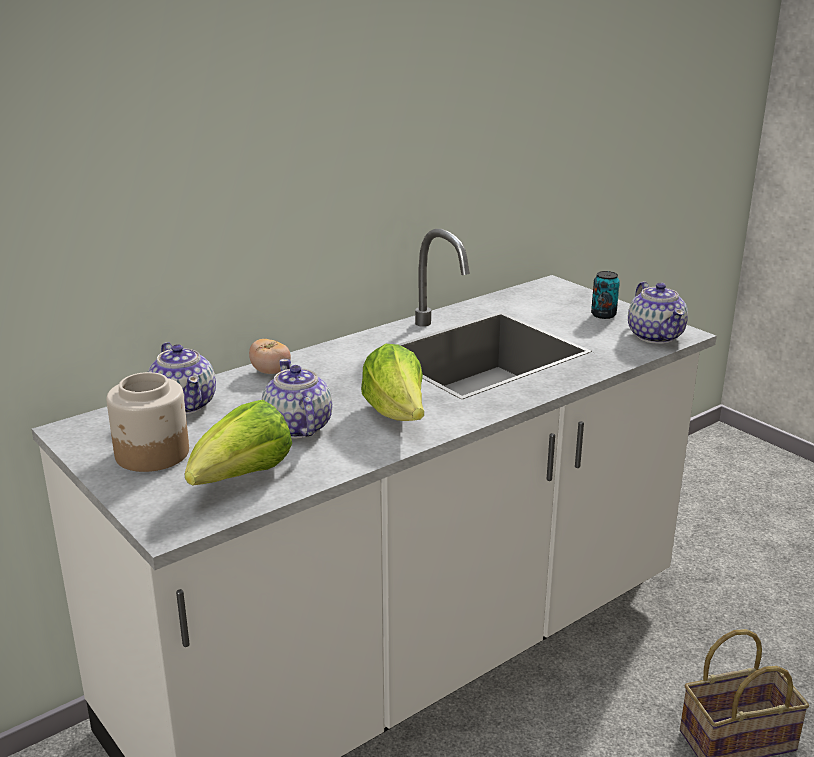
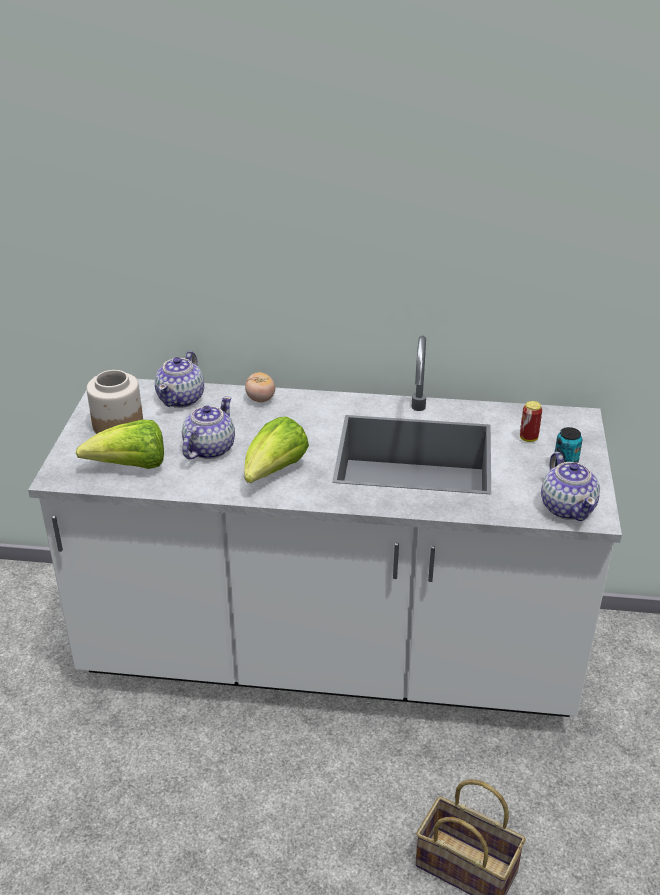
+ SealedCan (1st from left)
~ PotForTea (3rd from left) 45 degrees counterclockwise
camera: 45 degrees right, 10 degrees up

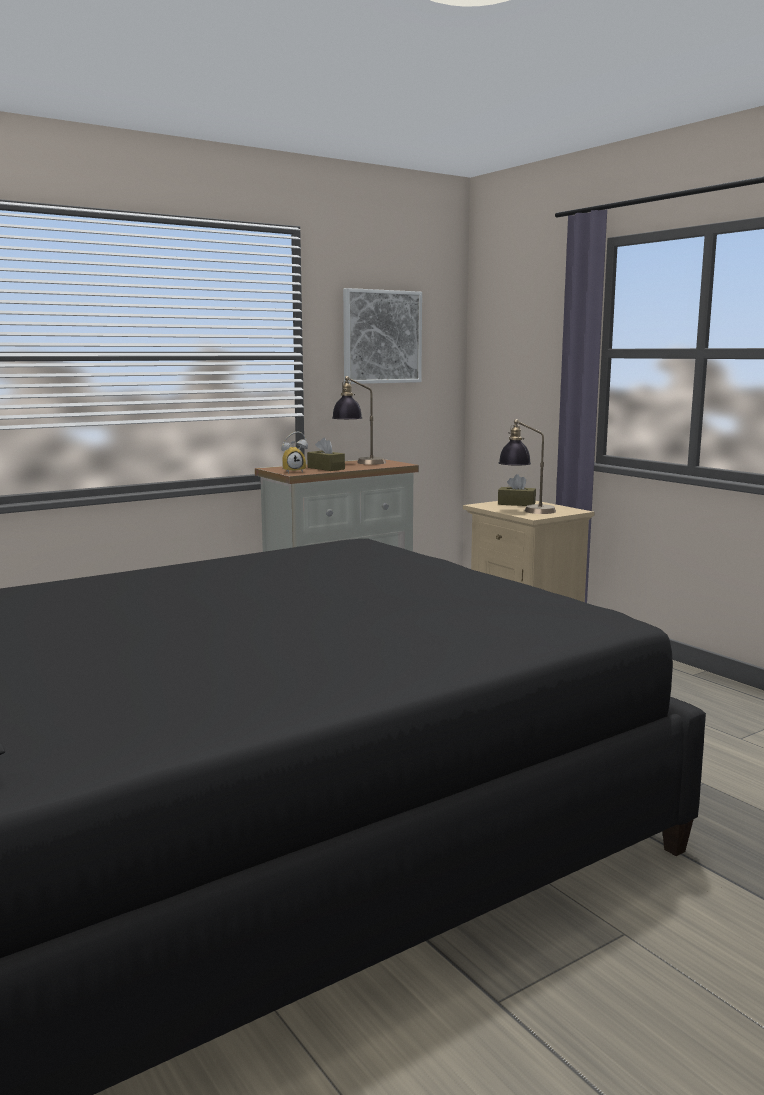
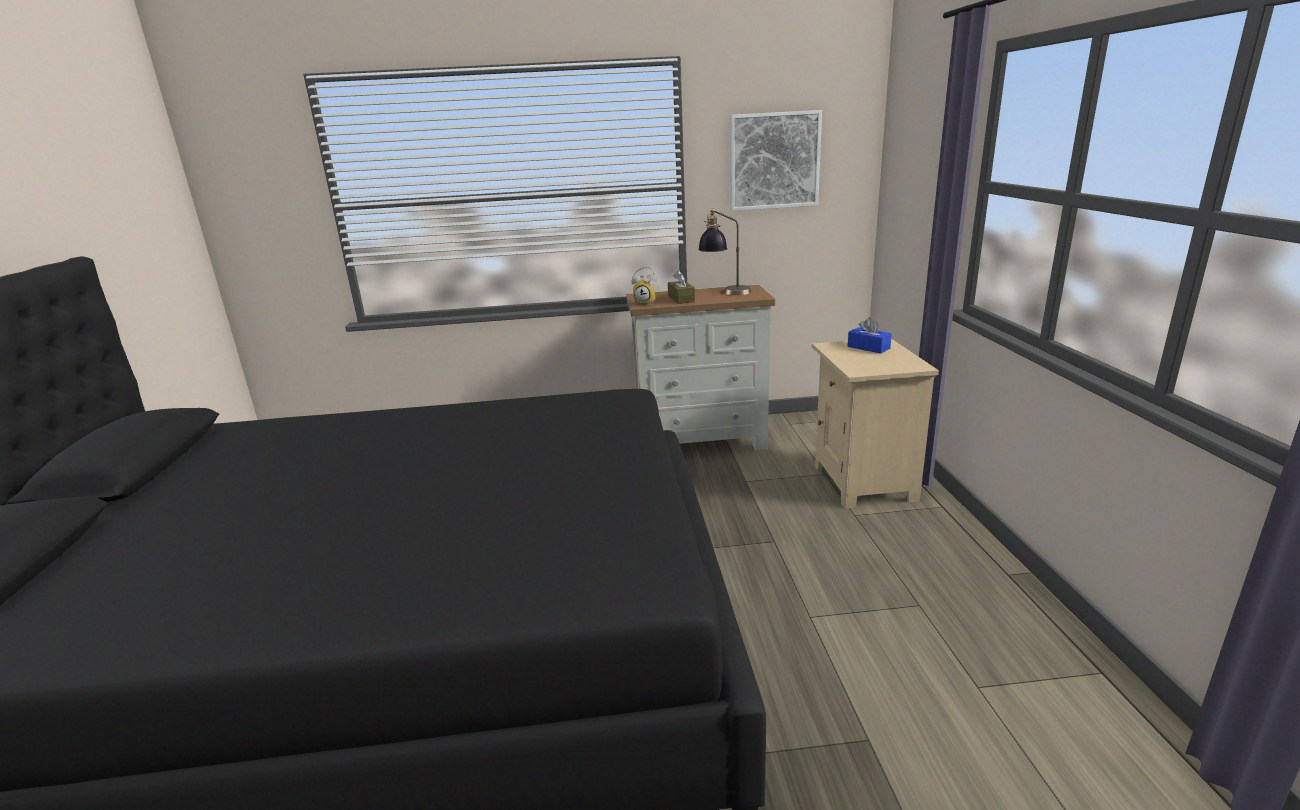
~ BrownTissueHolder (2nd from left) to BlueTissueHolder
- TableLamp (2nd from left)
camera: 30 degrees right, 10 degrees up

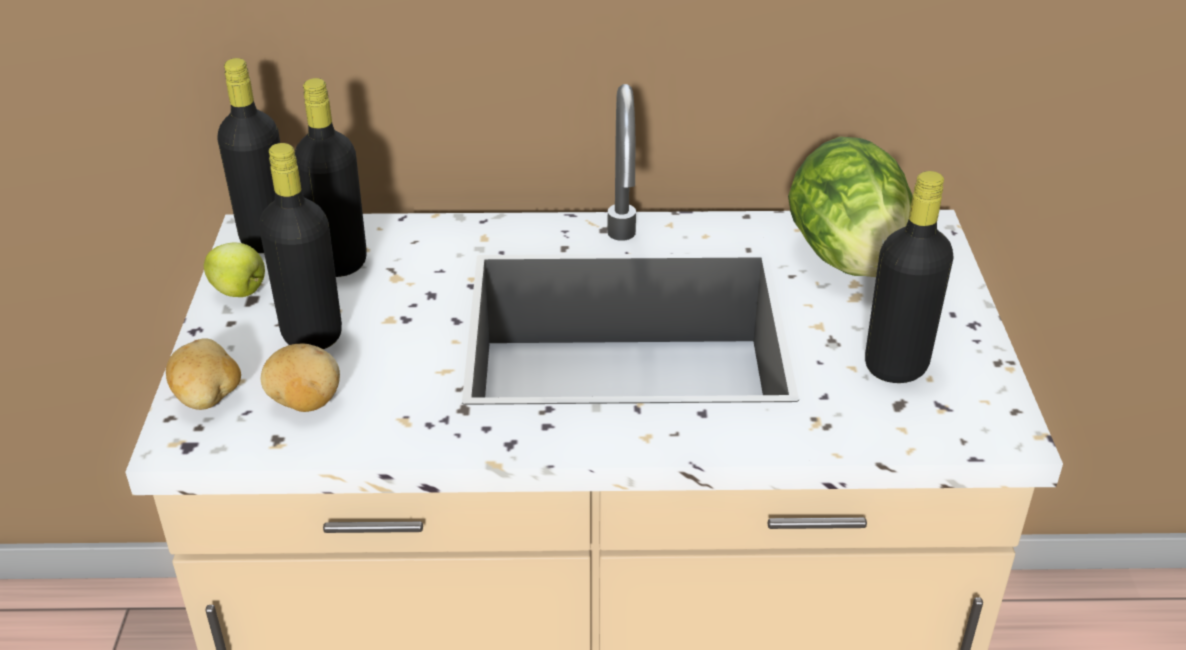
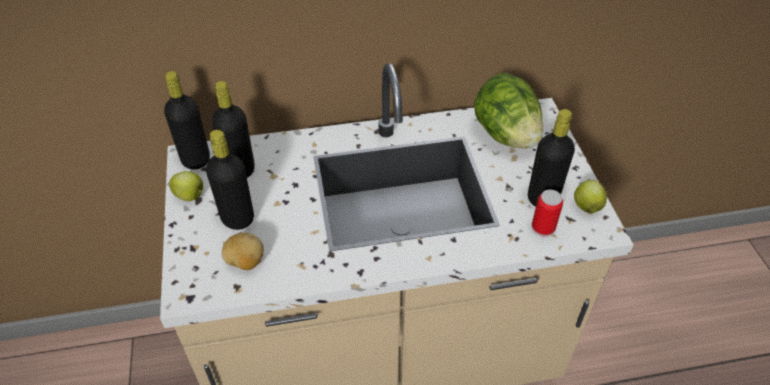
+ SealedCan
+ Apple (2nd from left)
- Spud (1st from left)
camera: 10 degrees left, 10 degrees up

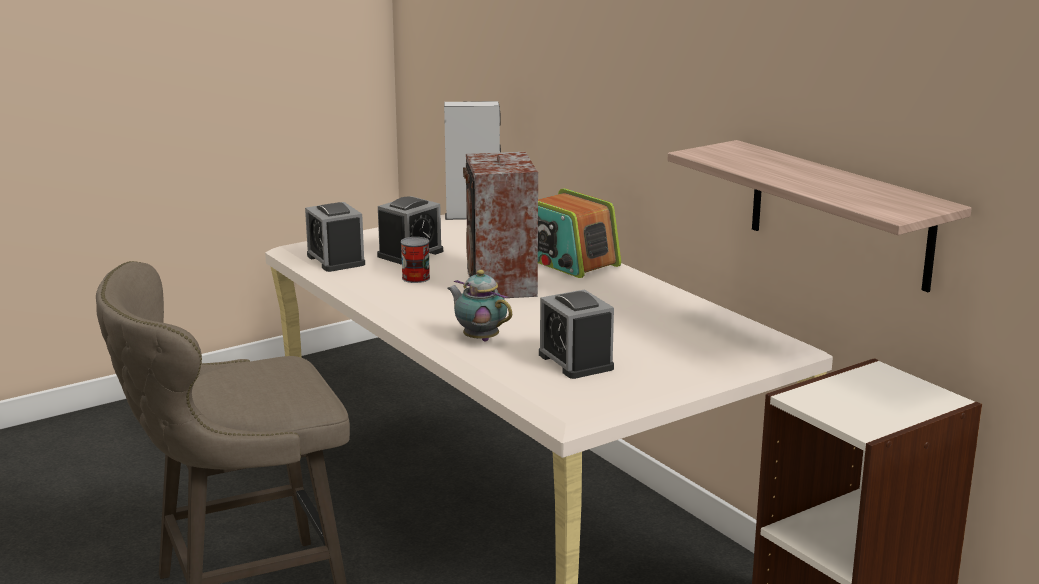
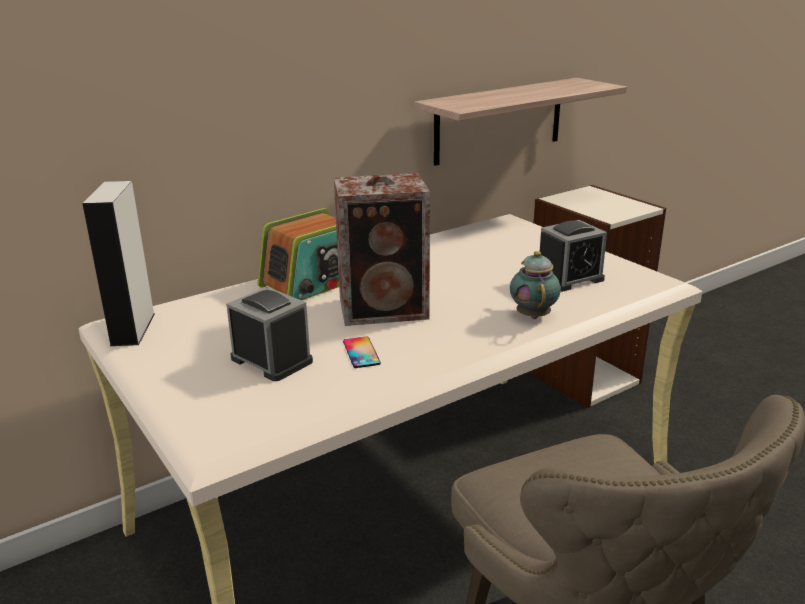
~ SealedCan to Telephone
~ PotForTea 135 degrees clockwise
- AlarmClock (1st from left)
camera: 90 degrees left, 5 degrees up

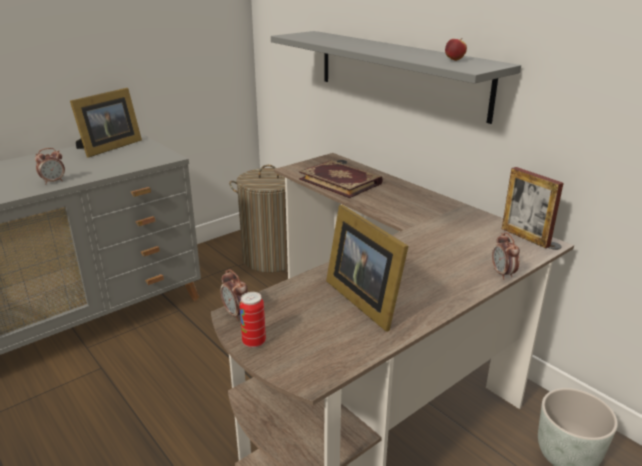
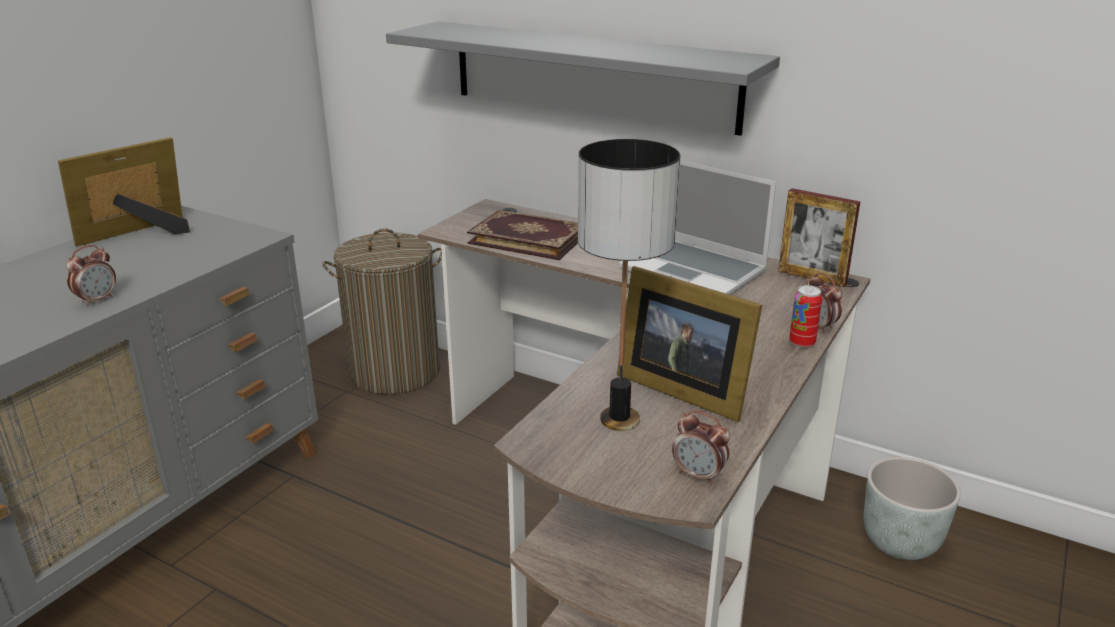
~ PhotoFrame (1st from left) 150 degrees counterclockwise
+ TableLamp
+ Laptop
~ AlarmClock (2nd from left)
~ SealedCan
- Apple
camera: 20 degrees left, 0 degrees up

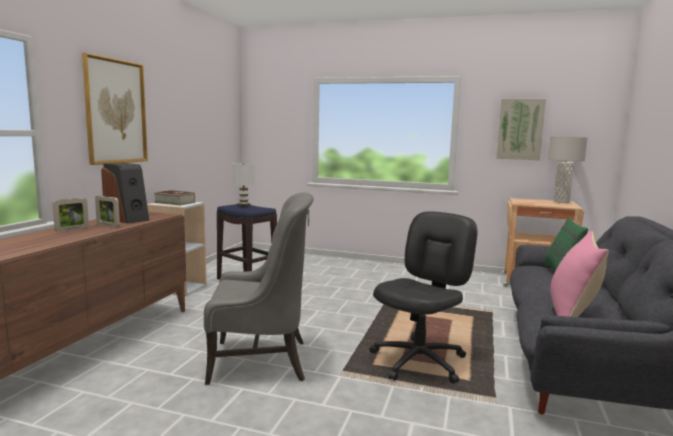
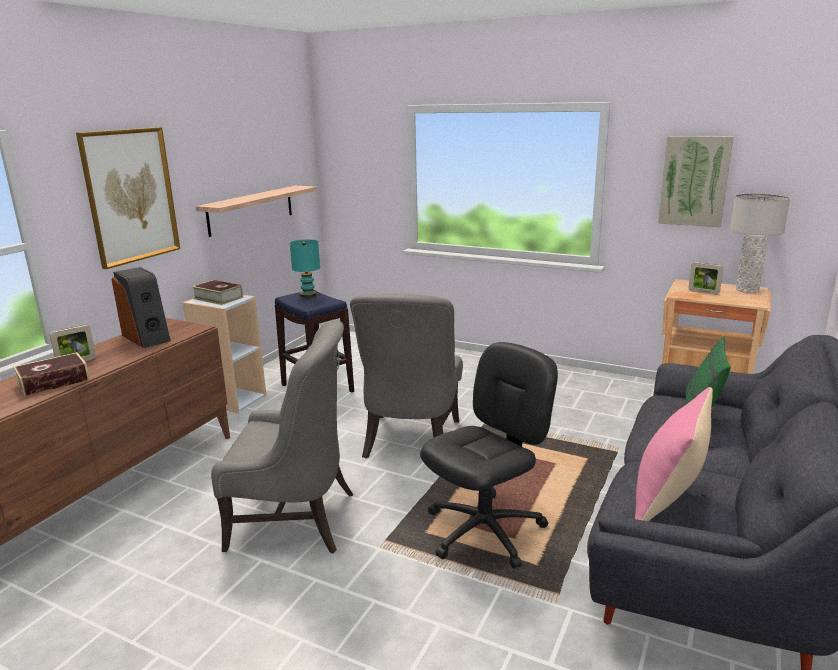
+ Volume (1st from left)
+ WallShelf
~ WhiteTableLamp (1st from left) to TurquoiseColouredTableLamp
+ GreyishUprightChair (2nd from left)
~ PhotoFrame (2nd from left)
camera: 10 degrees right, 10 degrees up

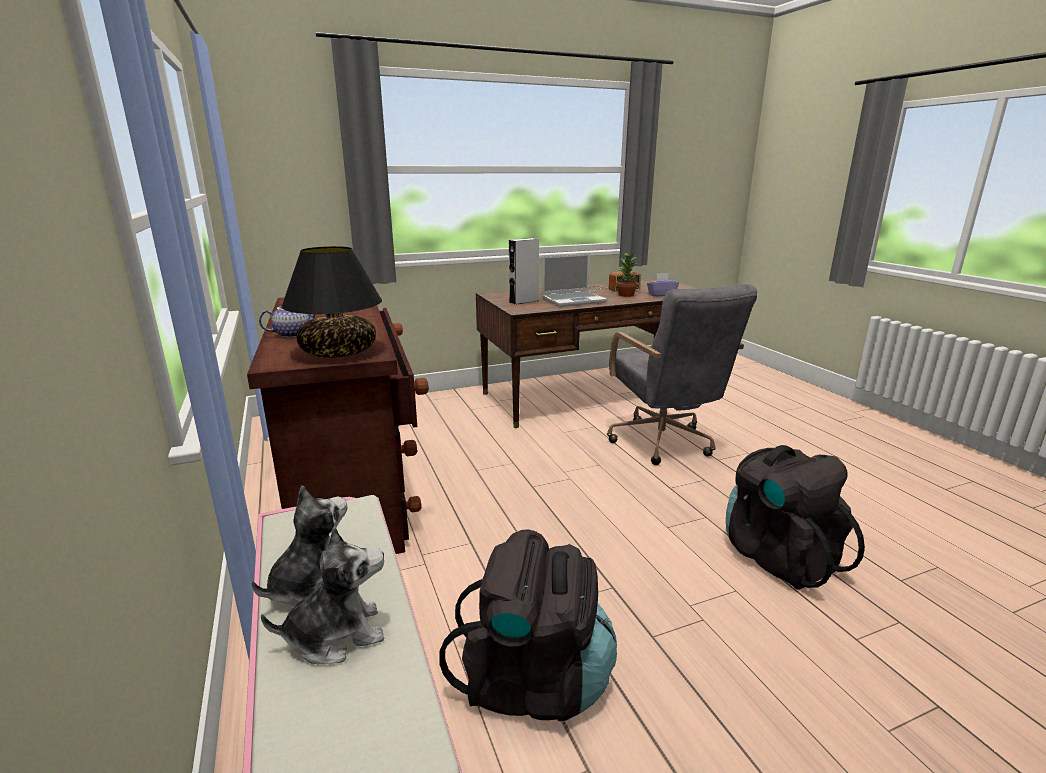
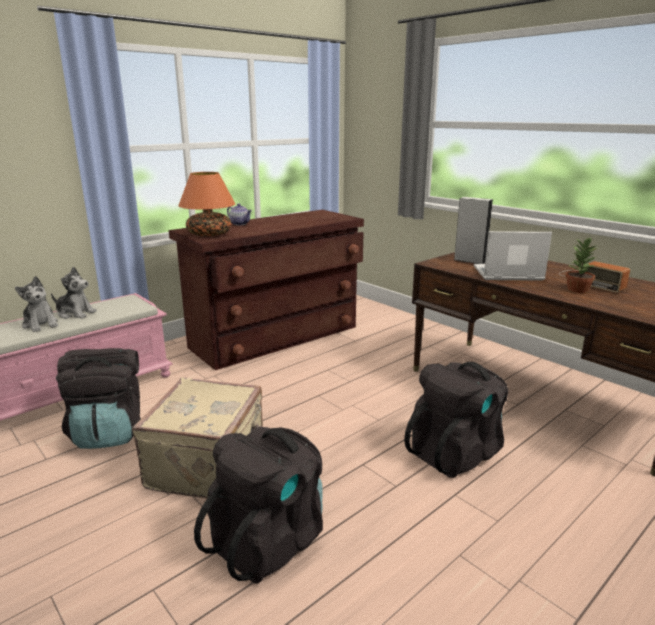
+ SandColouredSuitcase
~ BlackTableLamp to OrangeyTableLamp
~ GreyishOfficeChair to BlackBackpack (3rd from left)
~ Laptop 135 degrees clockwise
- PurpleTissueHolder
camera: 70 degrees right, 0 degrees up

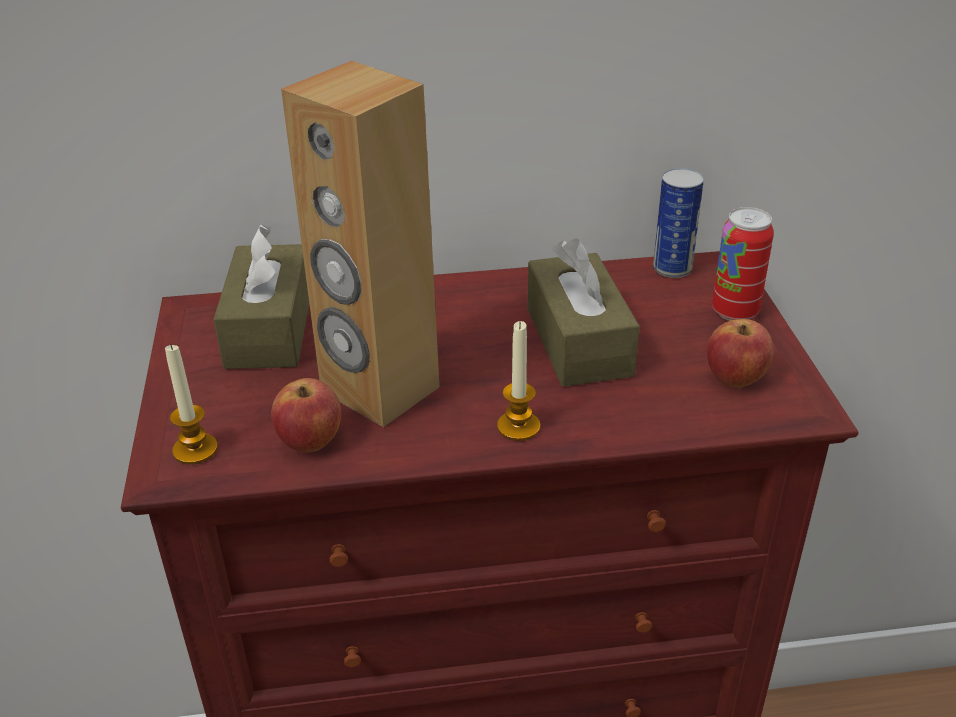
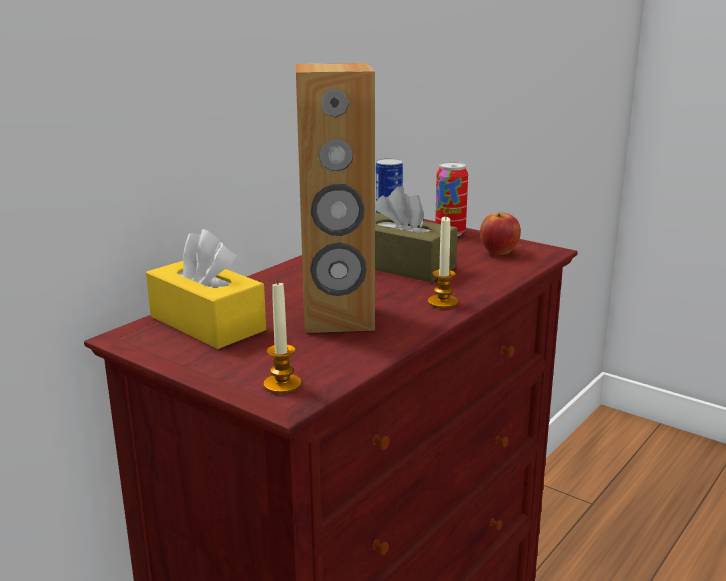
~ BrownTissueHolder (1st from left) to YellowColouredTissueHolder
- Apple (1st from left)
camera: 45 degrees left, 15 degrees down

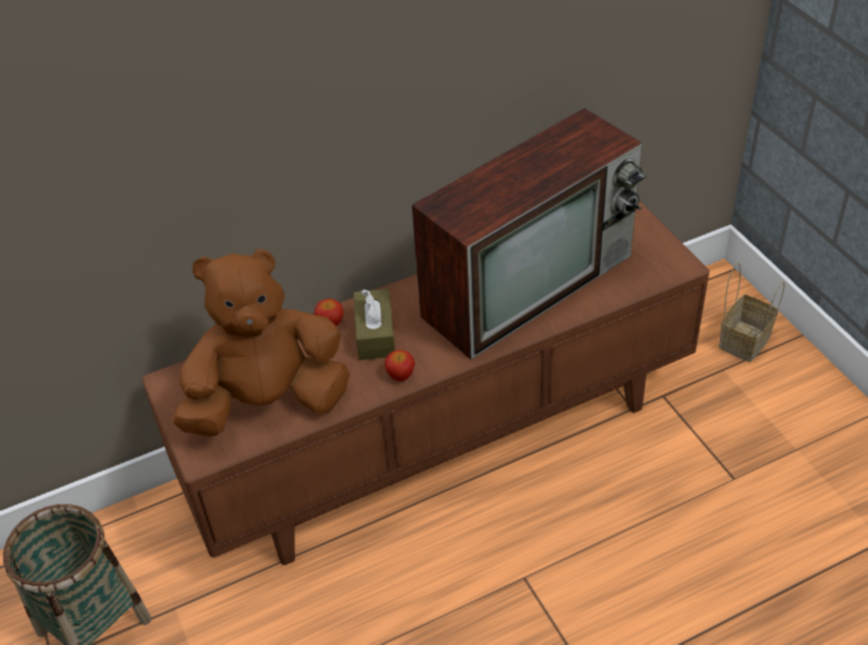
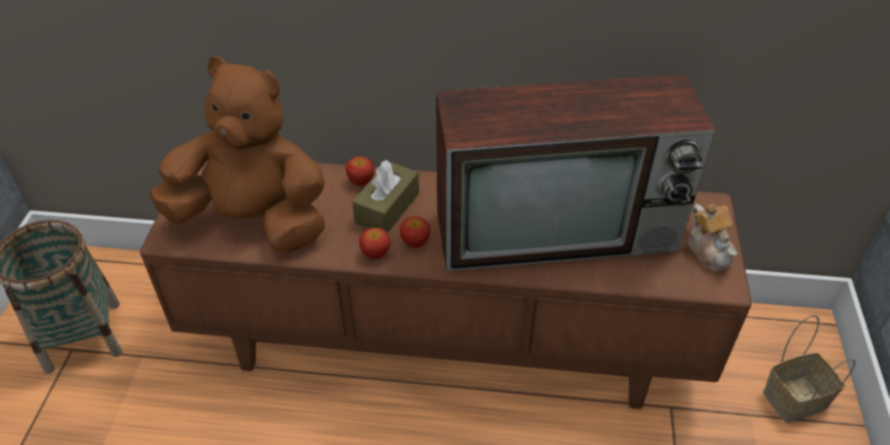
+ Apple (3rd from left)
+ PotForTea
camera: 30 degrees right, 0 degrees up

